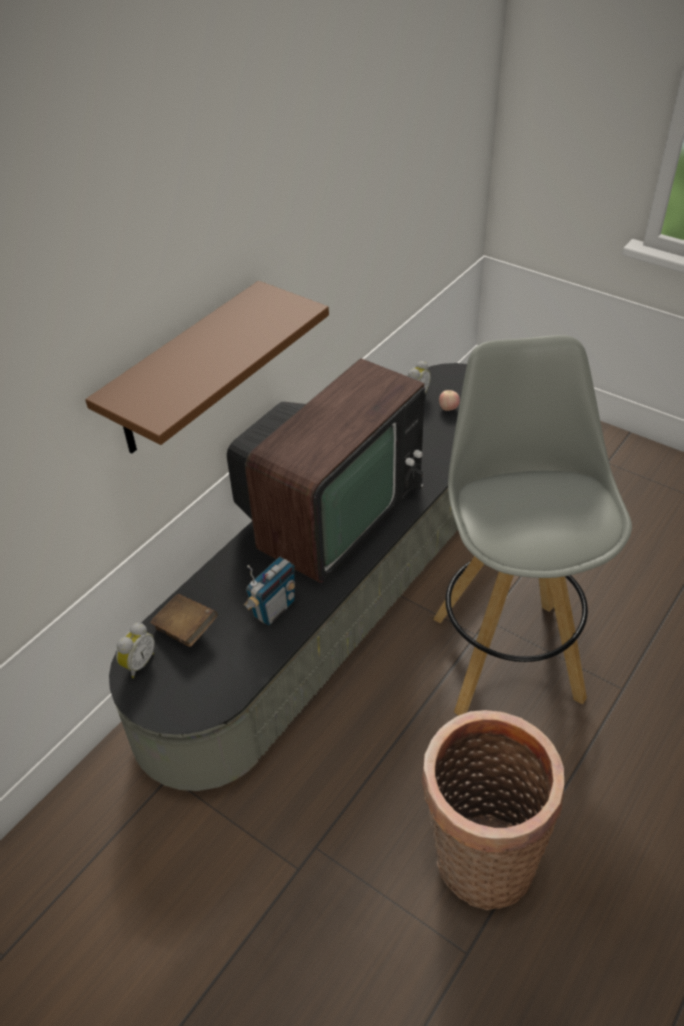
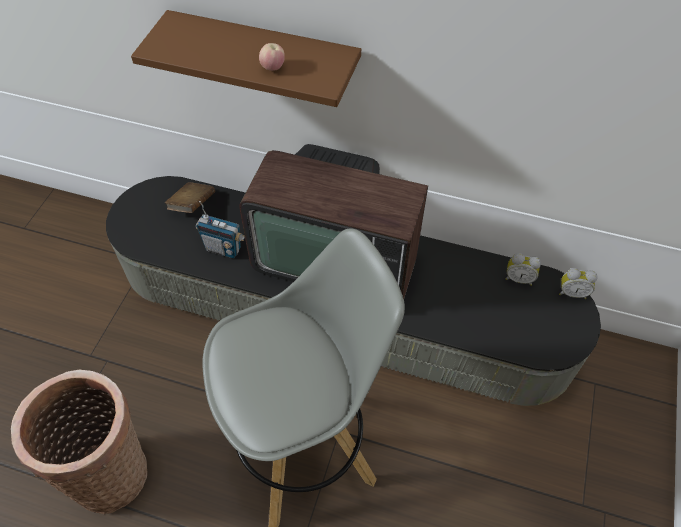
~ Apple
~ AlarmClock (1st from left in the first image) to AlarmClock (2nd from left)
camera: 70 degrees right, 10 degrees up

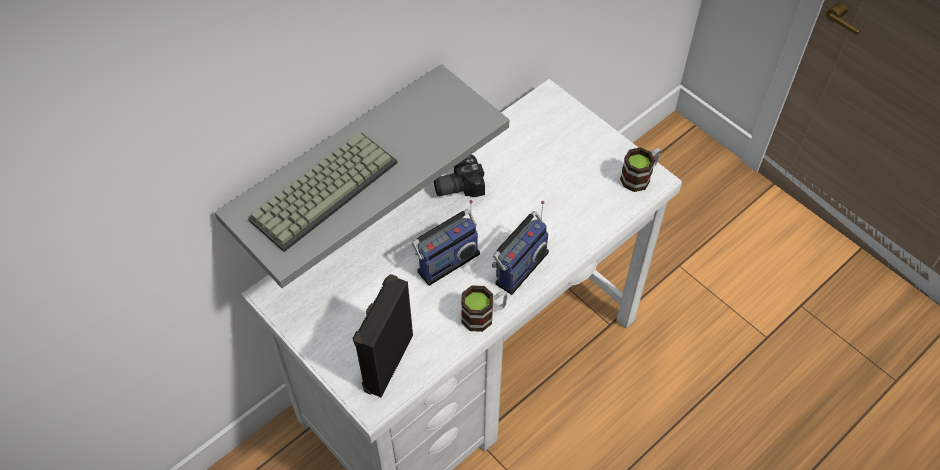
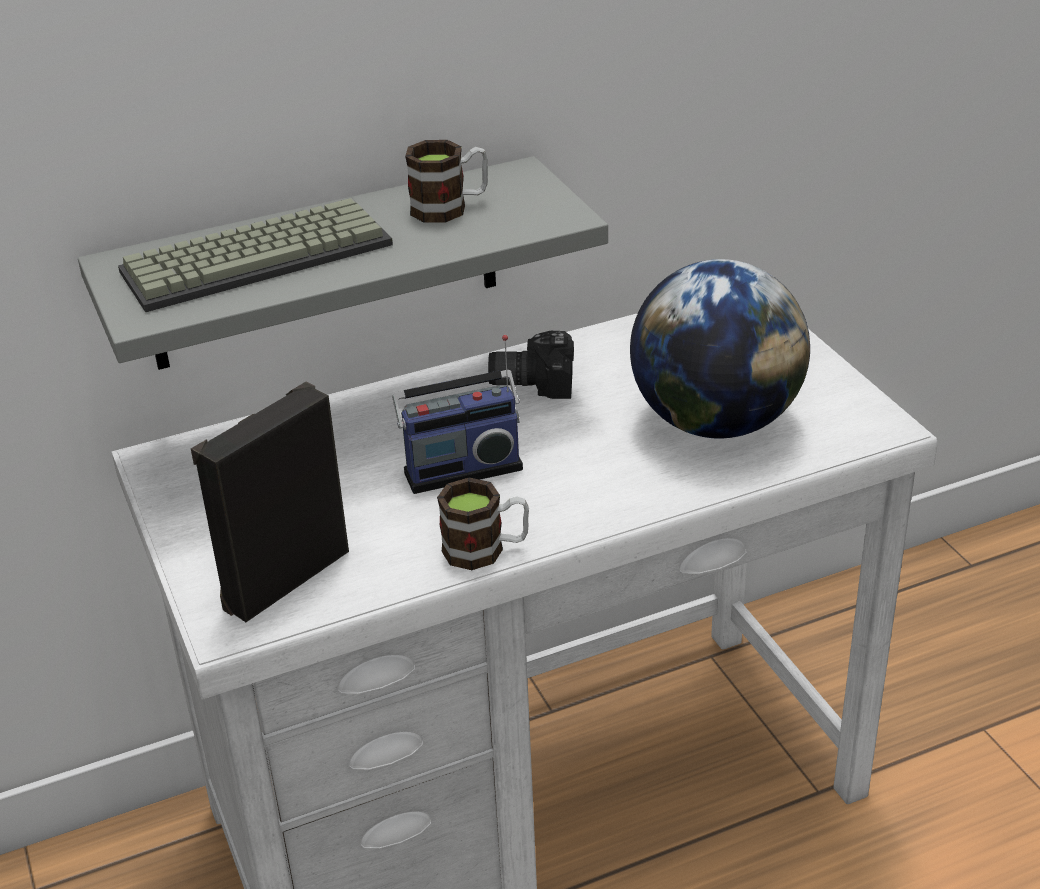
~ CoffeeMug (2nd from left in the first image) to CoffeeMug (1st from left)
+ WorldGlobe
- RadioSet (2nd from left)
camera: 20 degrees right, 20 degrees down

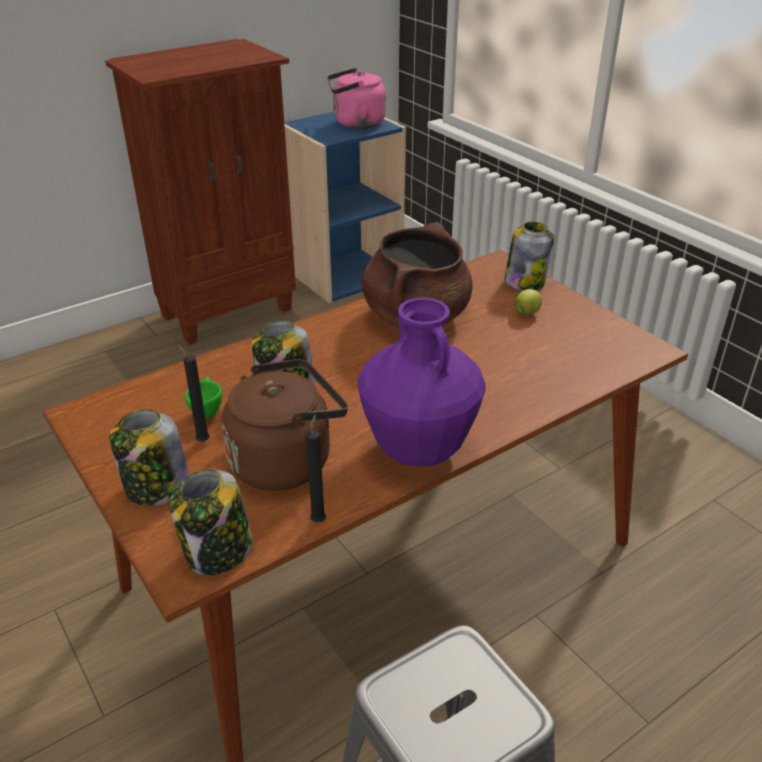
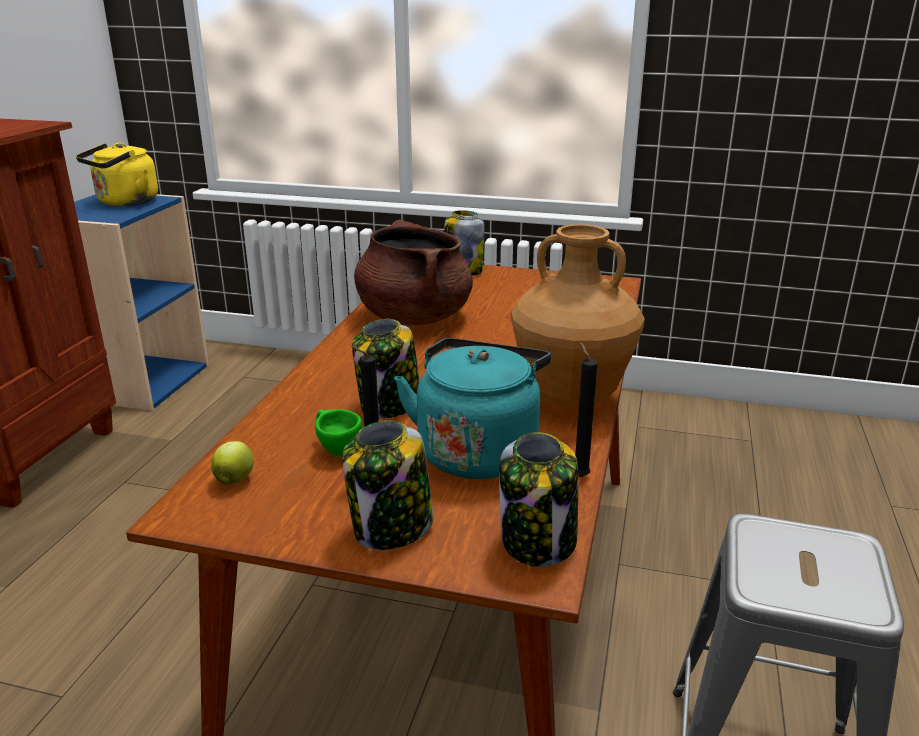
~ PinkColouredWaterKettle to YellowColouredWaterKettle
~ Apple
~ BrownWaterKettle to TurquoiseColouredWaterKettle
~ PurpleDecorativeVase to BrownDecorativeVase
camera: 40 degrees left, 10 degrees down

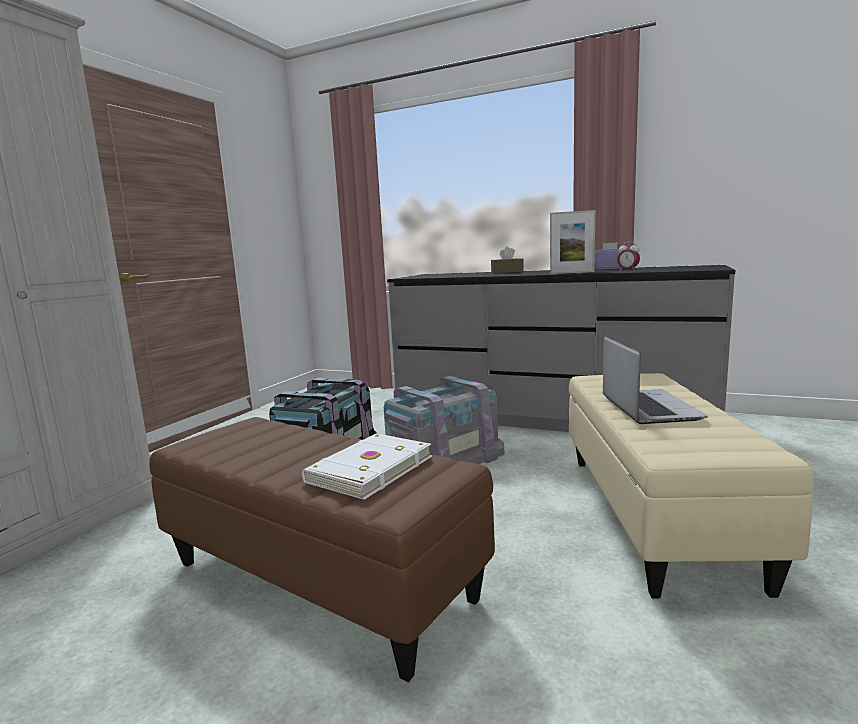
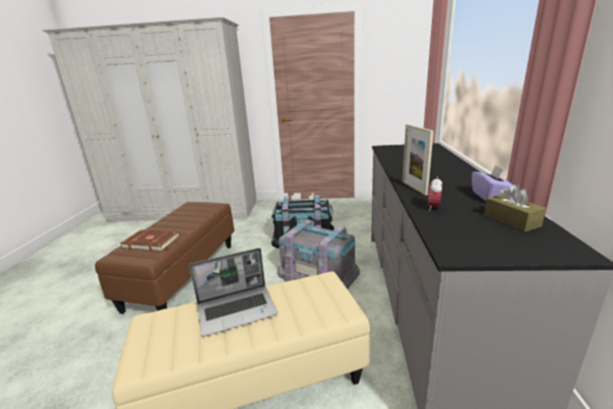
~ WhiteVolume to BrownVolume
~ BrownTissueHolder
camera: 70 degrees right, 10 degrees up

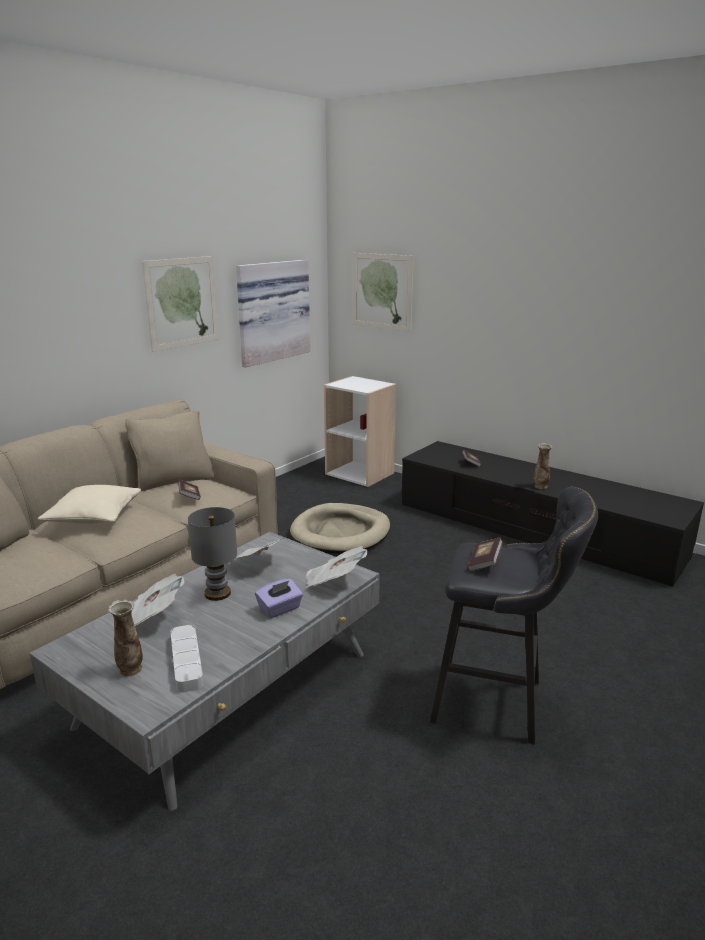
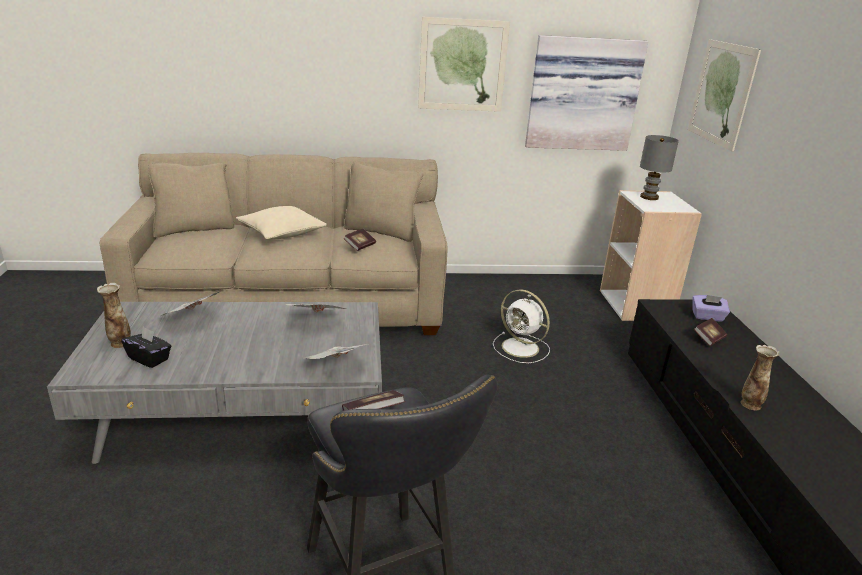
~ GreyishServingTray to BlackTissueHolder
~ SandColouredPetBed to WhiteFan
~ GreyishTableLamp
~ PurpleTissueHolder
camera: 45 degrees right, 5 degrees up

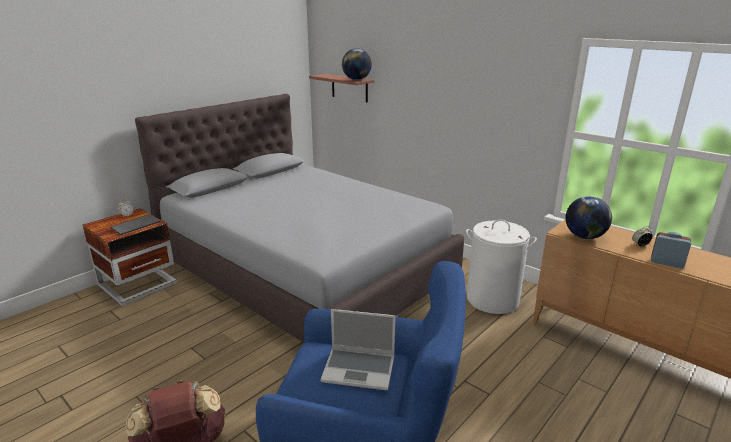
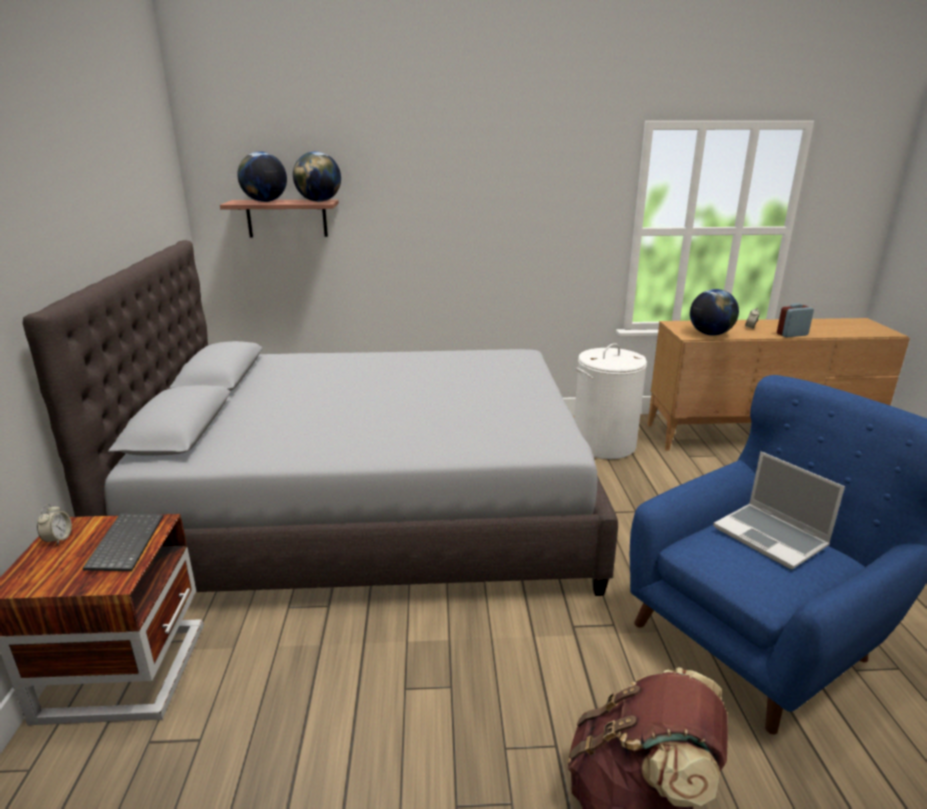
+ WorldGlobe (1st from left)
~ Laptop 90 degrees clockwise
camera: 45 degrees left, 0 degrees up

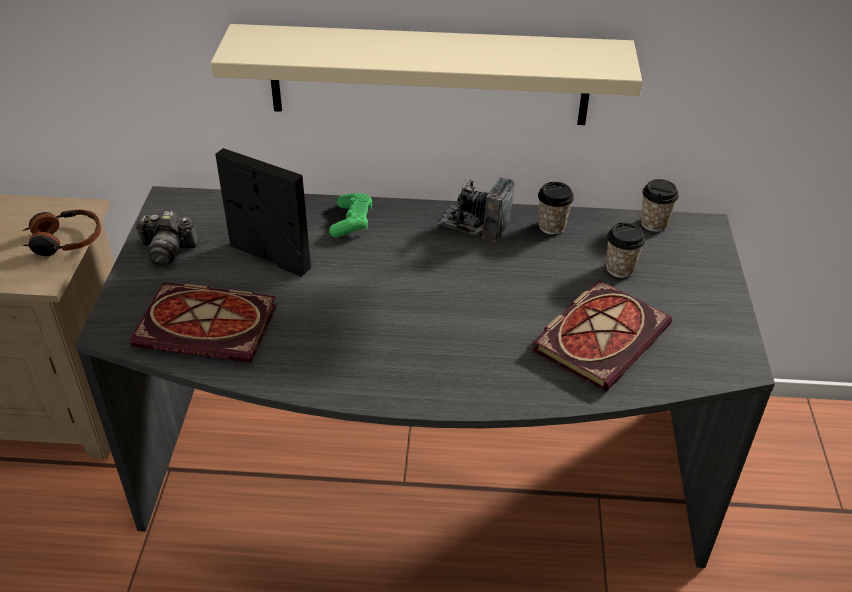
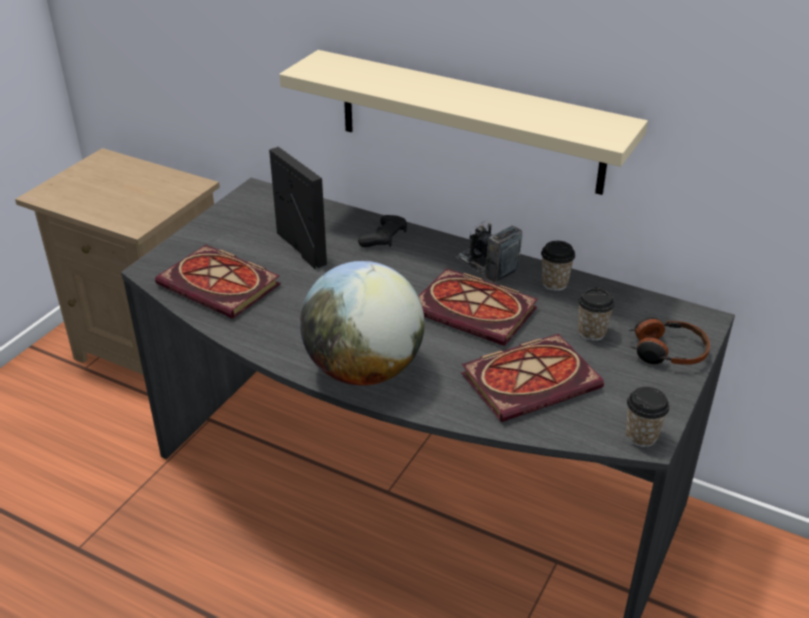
+ WorldGlobe
~ GreenishGamepad to BlackGamepad
+ Volume (2nd from left)
~ SmallCup (3rd from left)
~ PairOfHeadphones
- StillCamera (1st from left)
camera: 25 degrees right, 5 degrees down

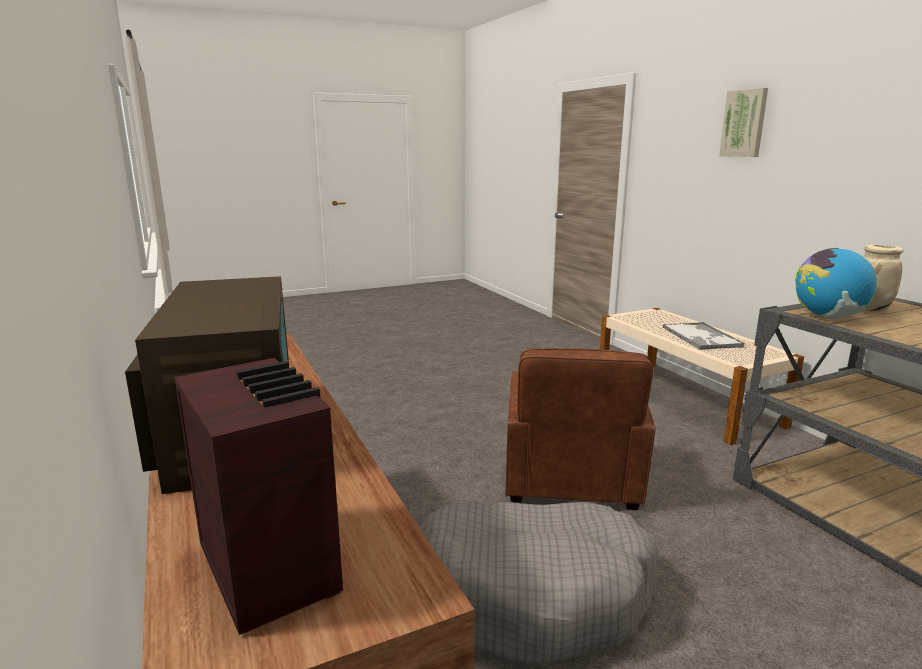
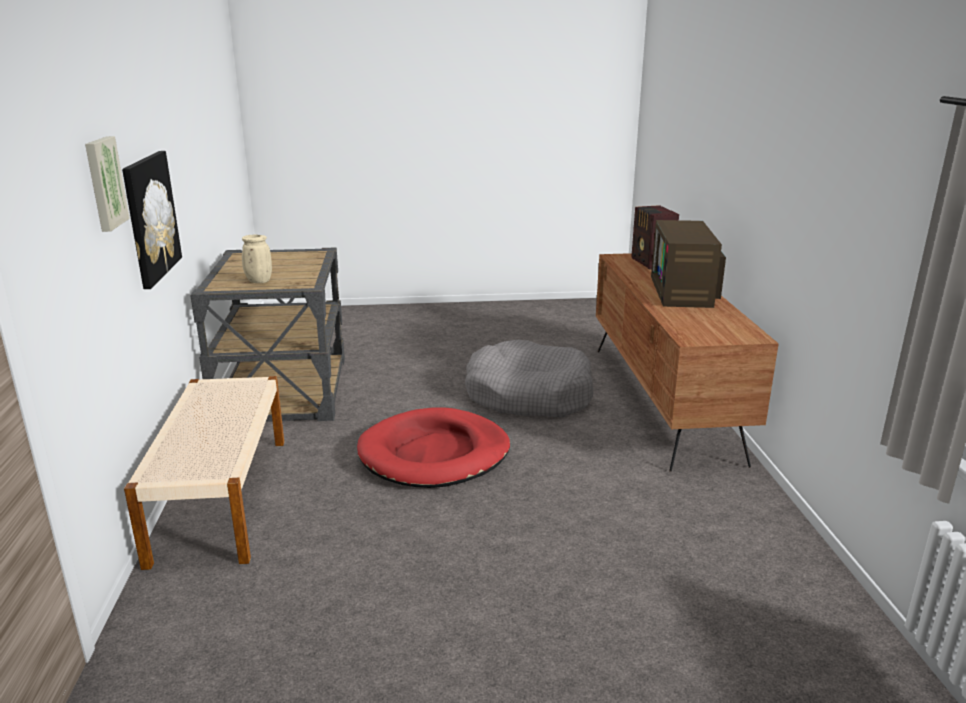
+ WallPicture (2nd from left)
~ BrownLoungeChair to RedPetBed
- ServingTray
- WorldGlobe
camera: 160 degrees left, 5 degrees up

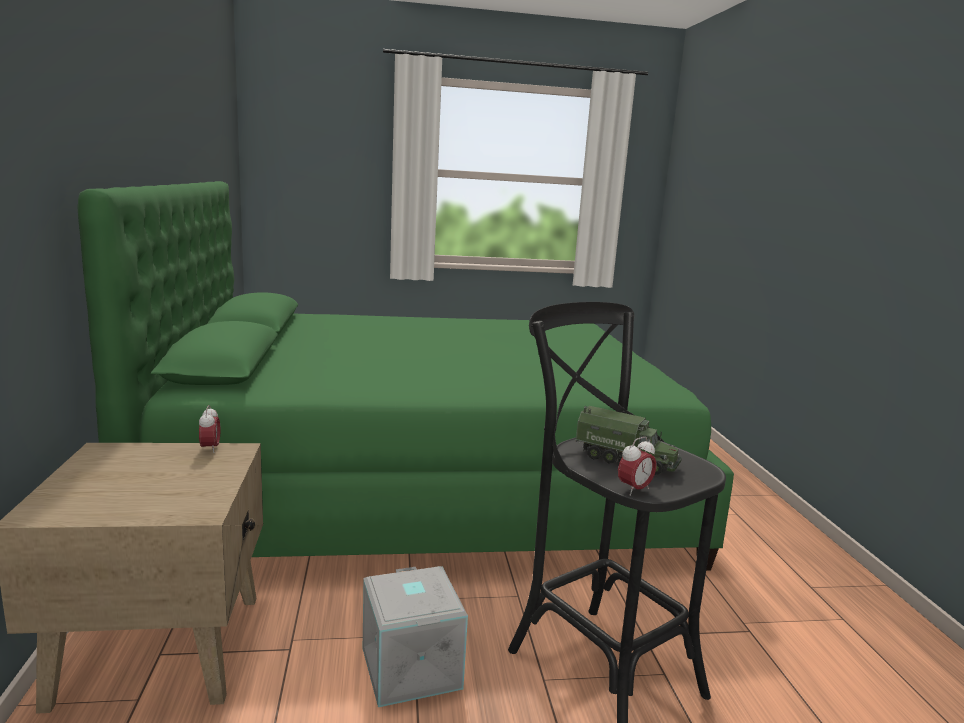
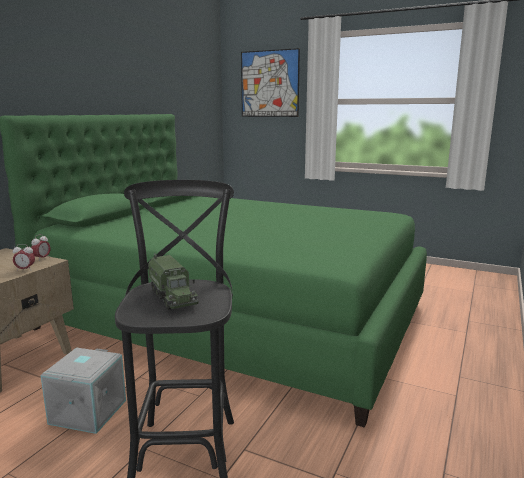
~ AlarmClock (2nd from left in the first image) to AlarmClock (1st from left)
+ WallPicture
camera: 35 degrees right, 0 degrees up

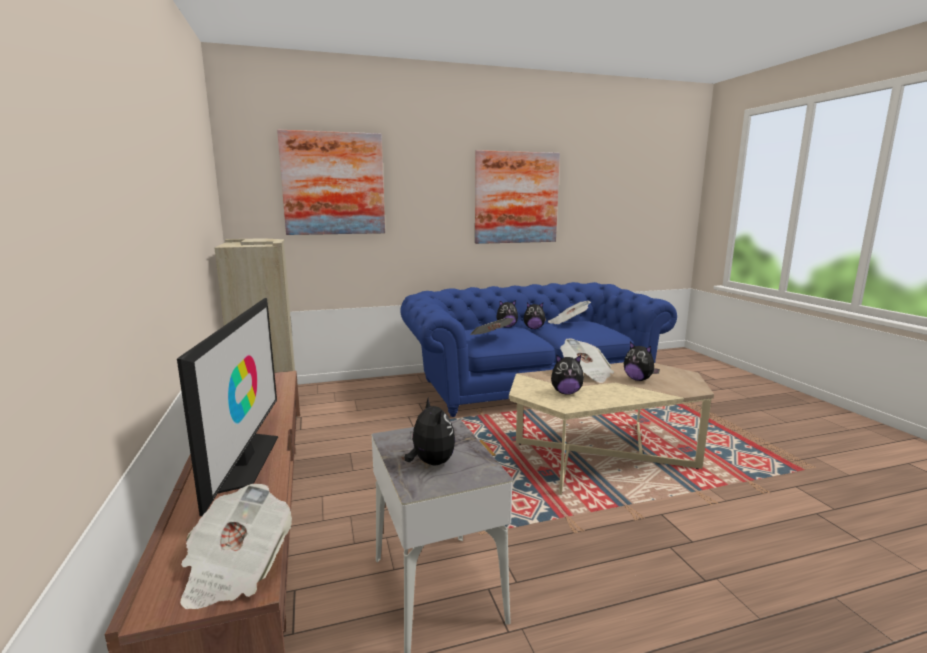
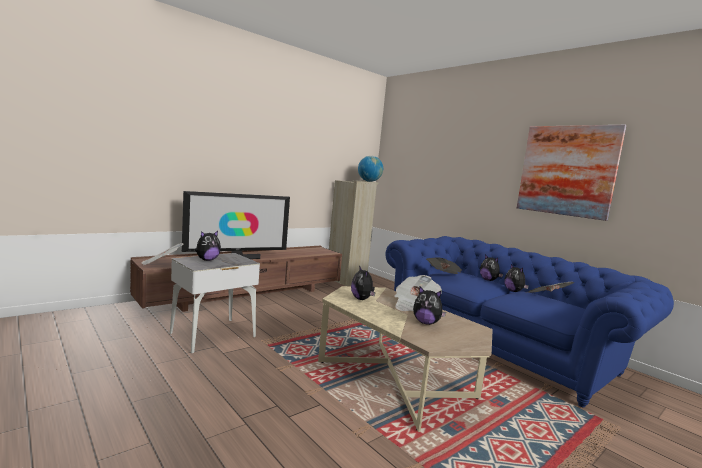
+ WorldGlobe
~ PlushToy (5th from left in the first image) 90 degrees counterclockwise
- WallPicture (1st from left)
camera: 65 degrees right, 5 degrees down

